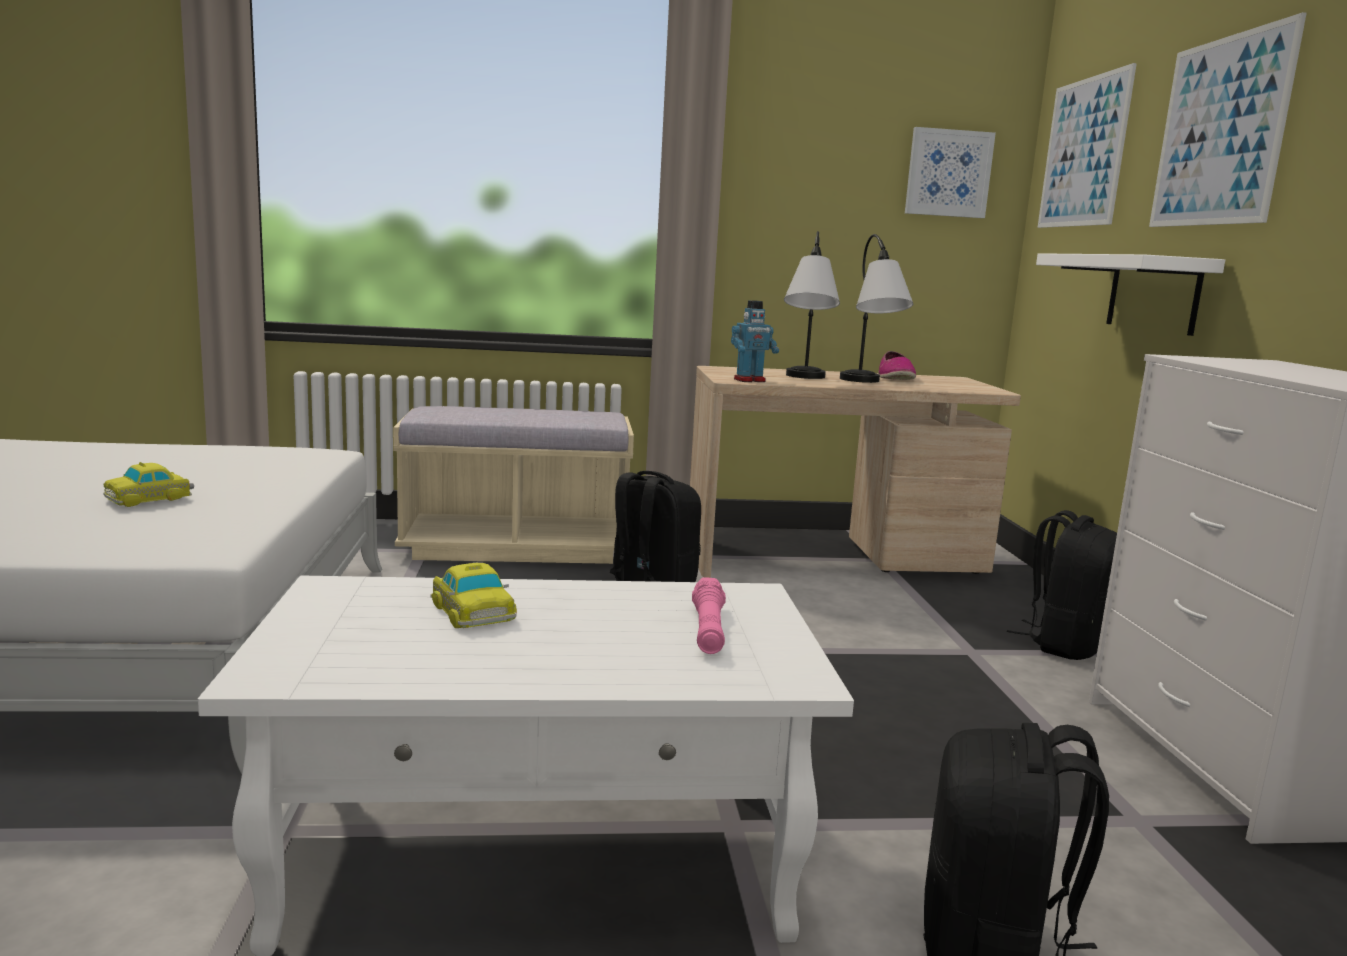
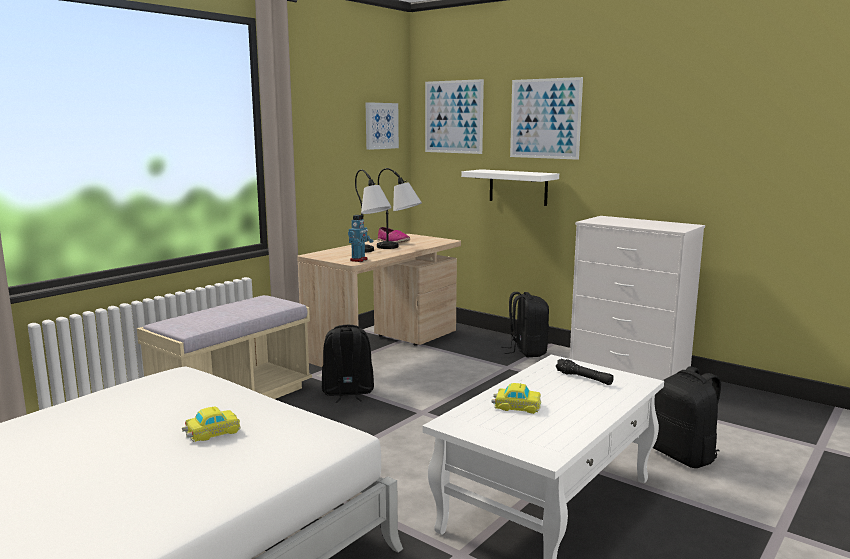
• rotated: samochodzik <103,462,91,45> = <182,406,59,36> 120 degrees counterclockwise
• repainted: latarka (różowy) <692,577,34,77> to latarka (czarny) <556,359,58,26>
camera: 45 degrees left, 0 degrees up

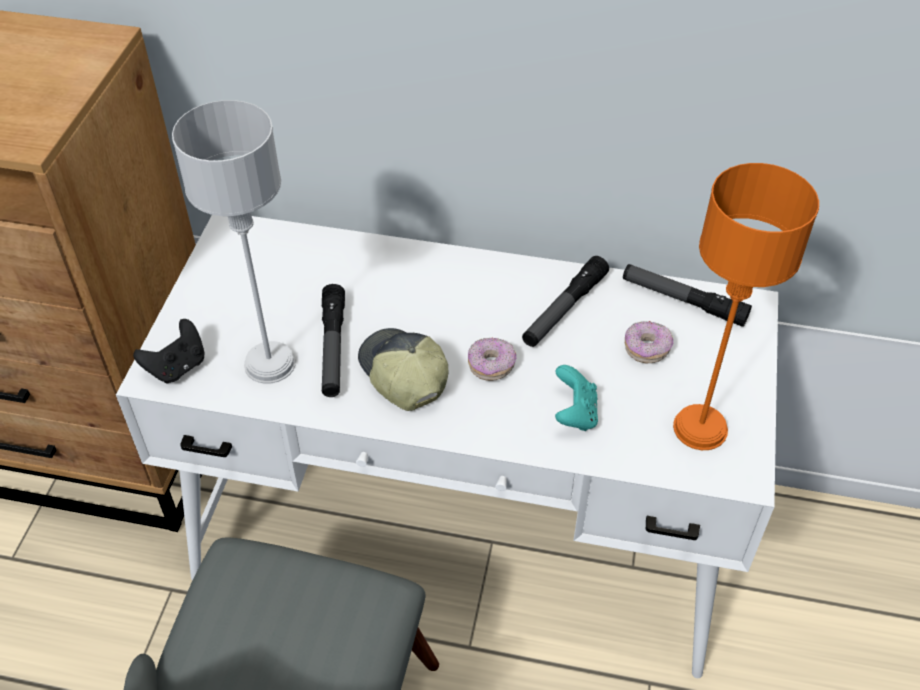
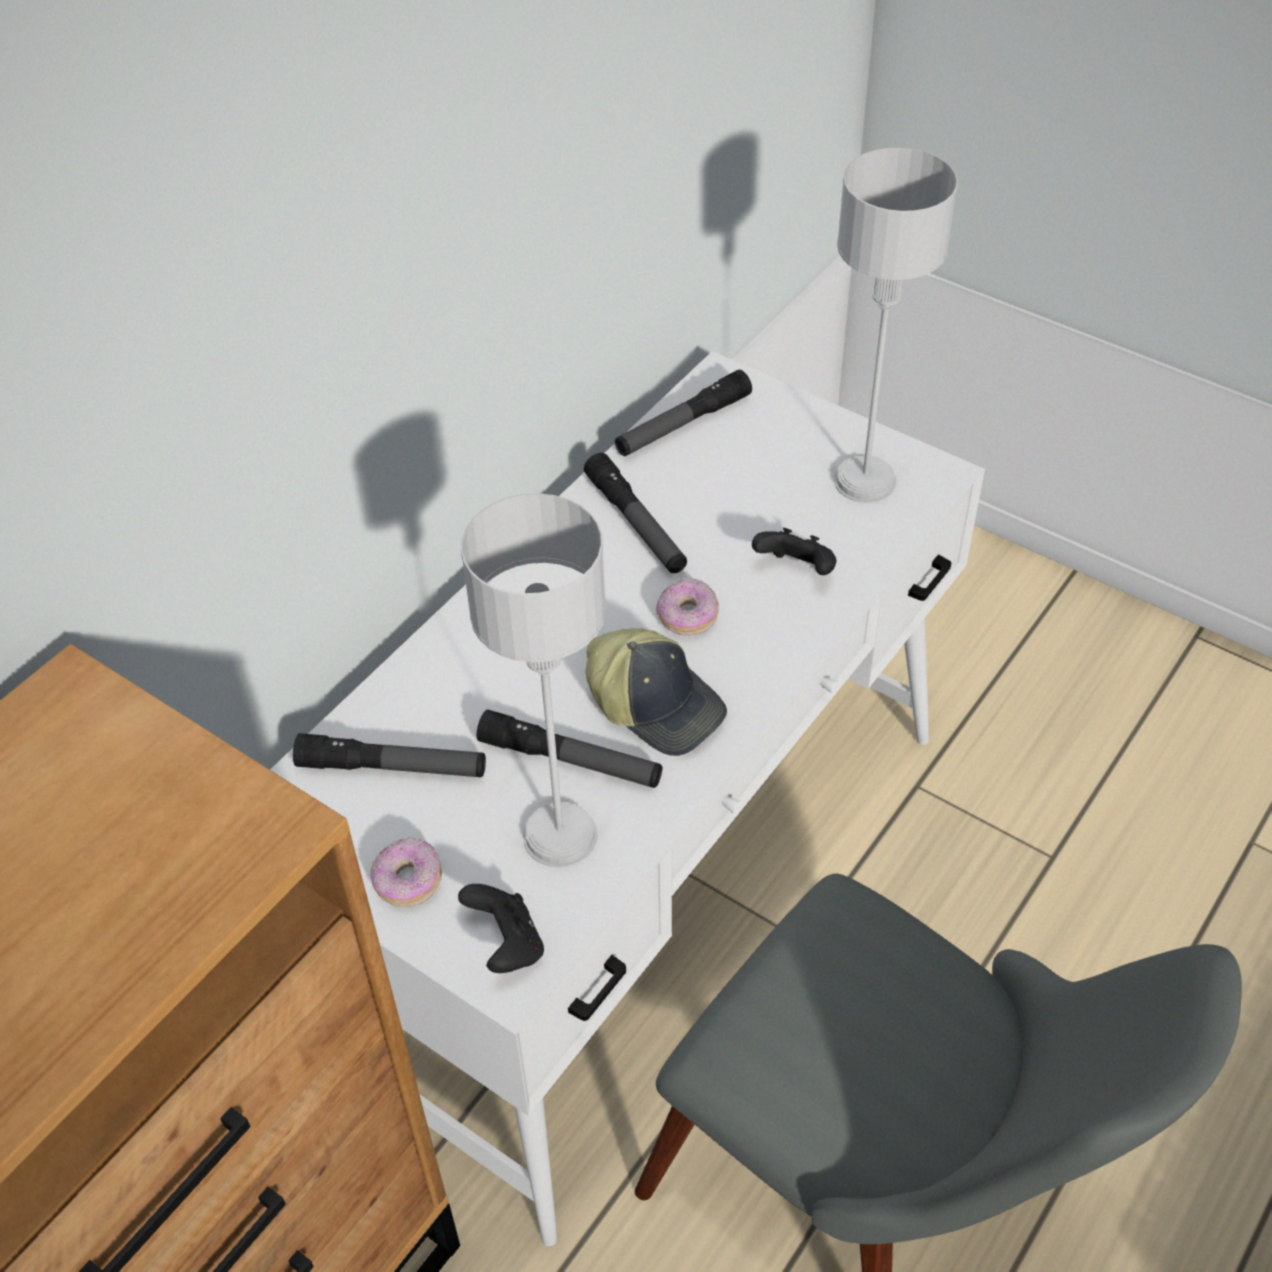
• new: latarka <293,733,193,44>
• shifted: donut <625,321,48,42> to <370,837,72,71>
• rotated: czapka z daszkiem <358,328,90,83> = <586,628,141,128> 135 degrees counterclockwise
• repainted: pad do gier (turkusowy) <555,365,43,66> to pad do gier (czarny) <752,528,84,47>
• repainted: lampa stołowa (pomarańczowy) <673,163,146,287> to lampa stołowa (szary) <834,147,124,356>
camera: 65 degrees left, 0 degrees up

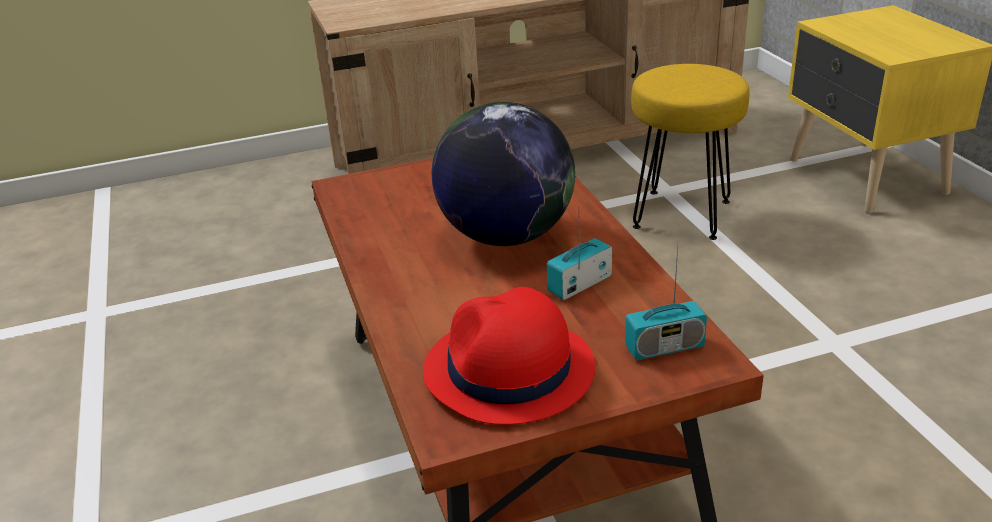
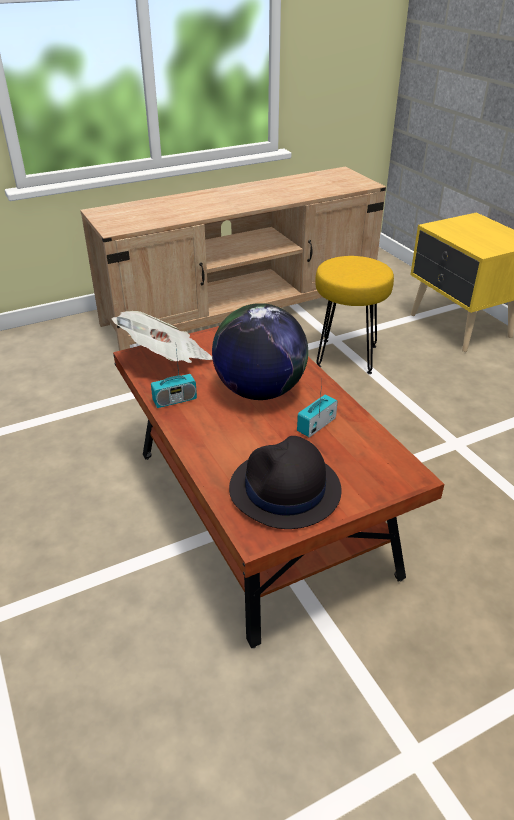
• new: gazeta <111,311,101,52>
• shifted: radio <625,248,82,112> to <151,349,46,59>
• repainted: kapelusz (czerwony) <423,287,172,138> to kapelusz (czarny) <229,436,112,93>
camera: 10 degrees left, 5 degrees up

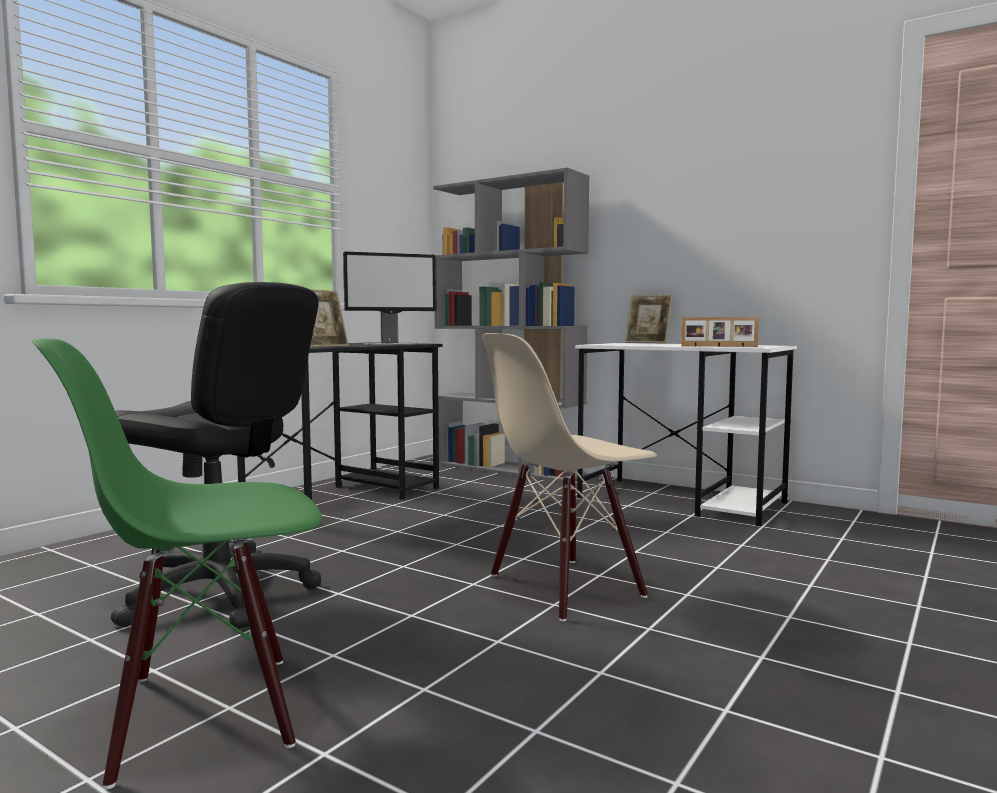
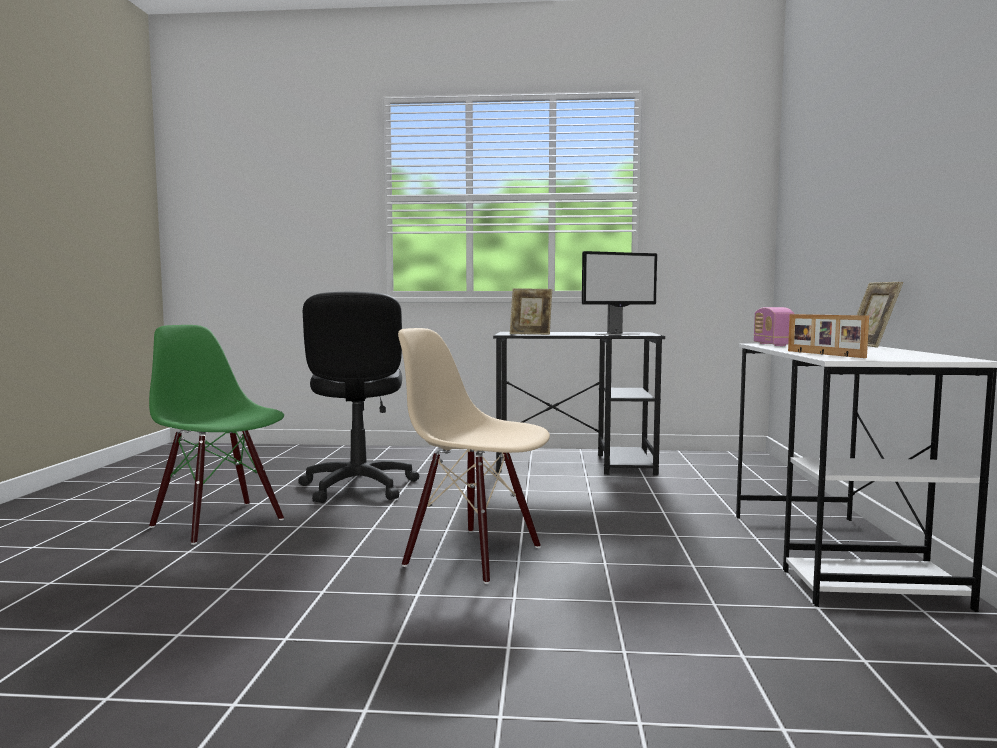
• rotated: monitor <343,252,93,93> = <582,251,75,84> 60 degrees counterclockwise
• new: radio <754,307,40,39>
• gone: regał (szary) <433,168,157,315>
camera: 60 degrees right, 0 degrees up

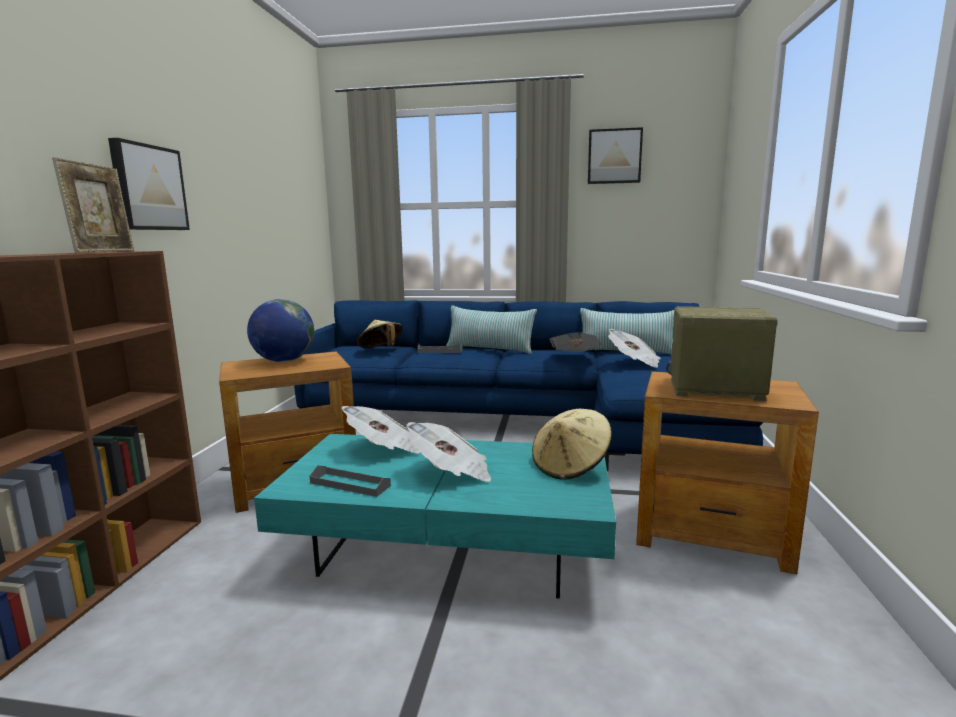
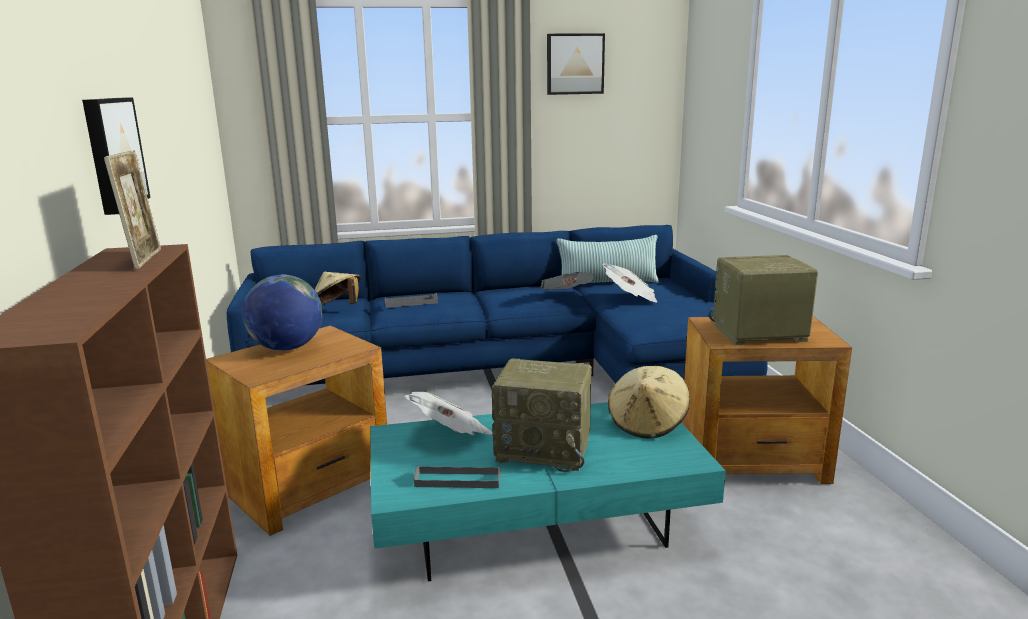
• swapped: gazeta <406,422,85,60> to radio <492,358,100,114>
• gone: poduszka <446,306,91,48>
camera: 20 degrees left, 5 degrees up

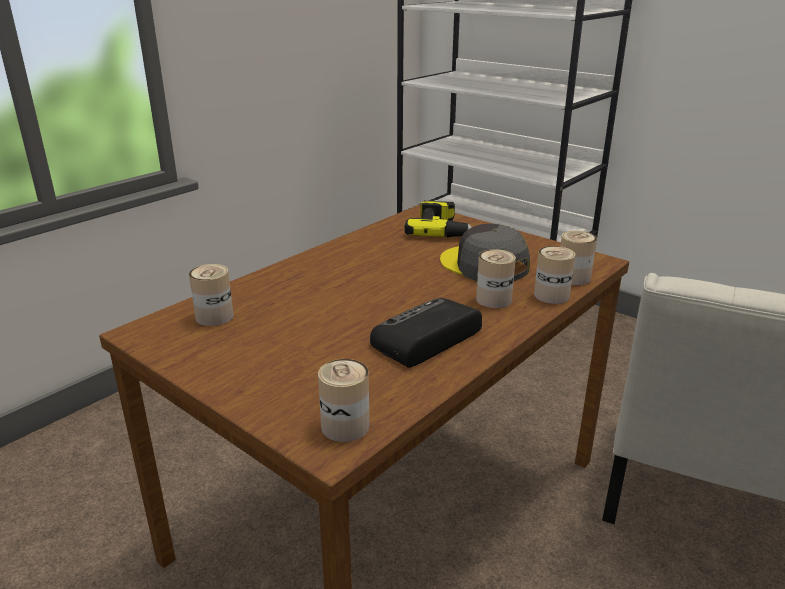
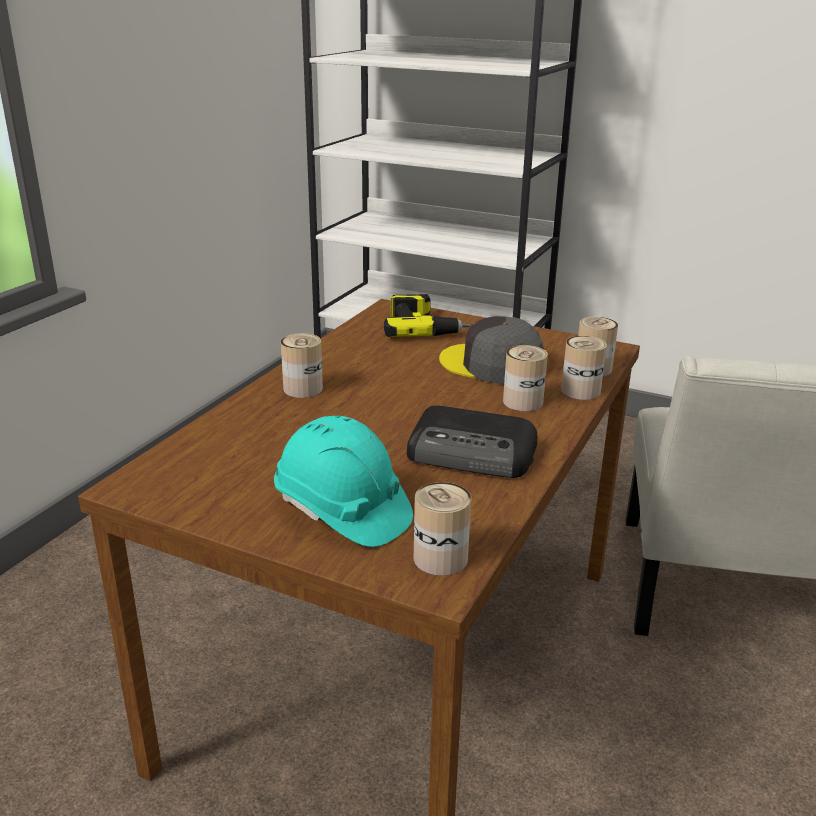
• new: kask (turkusowy) <274,416,139,131>
• shifted: puszka <189,264,45,62> to <281,333,42,65>
• rotated: radio <370,298,112,70> = <407,405,130,73> 105 degrees counterclockwise
camera: 15 degrees left, 0 degrees up

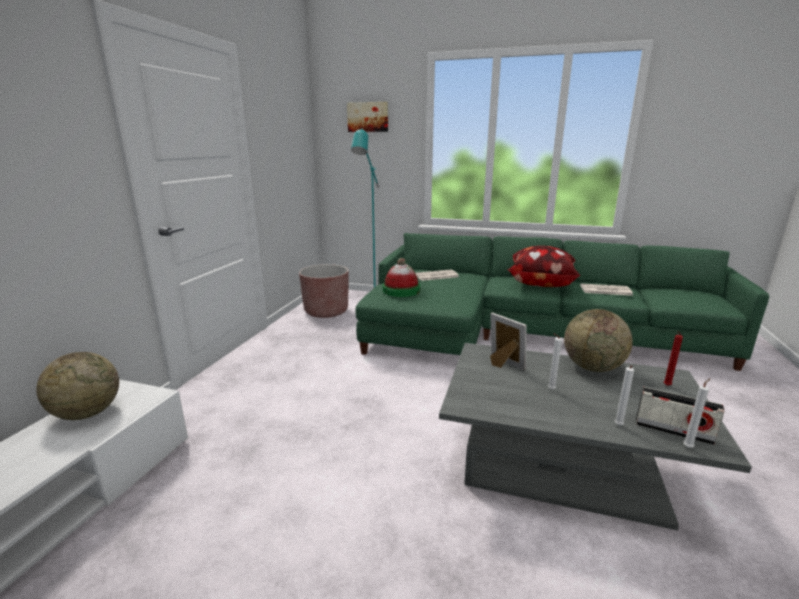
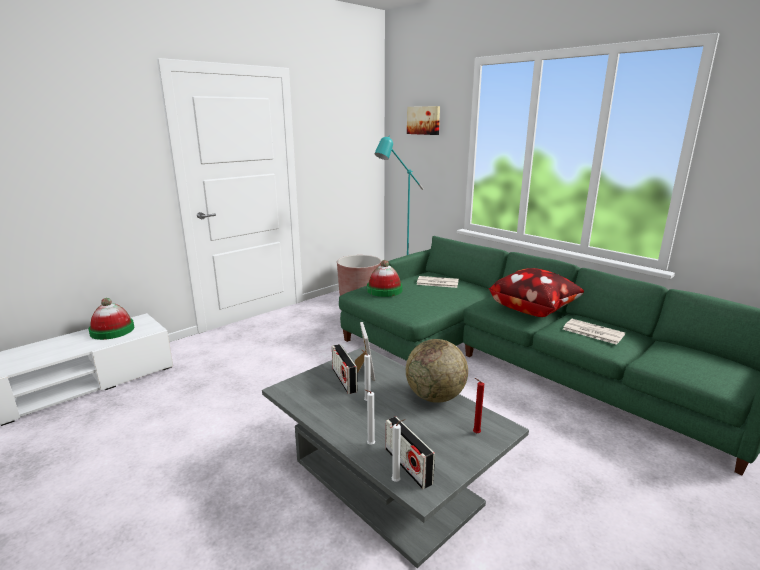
• swapped: globus <36,352,83,68> to kapelusz <89,298,46,42>
• new: radio <332,344,26,50>
camera: 30 degrees right, 0 degrees up

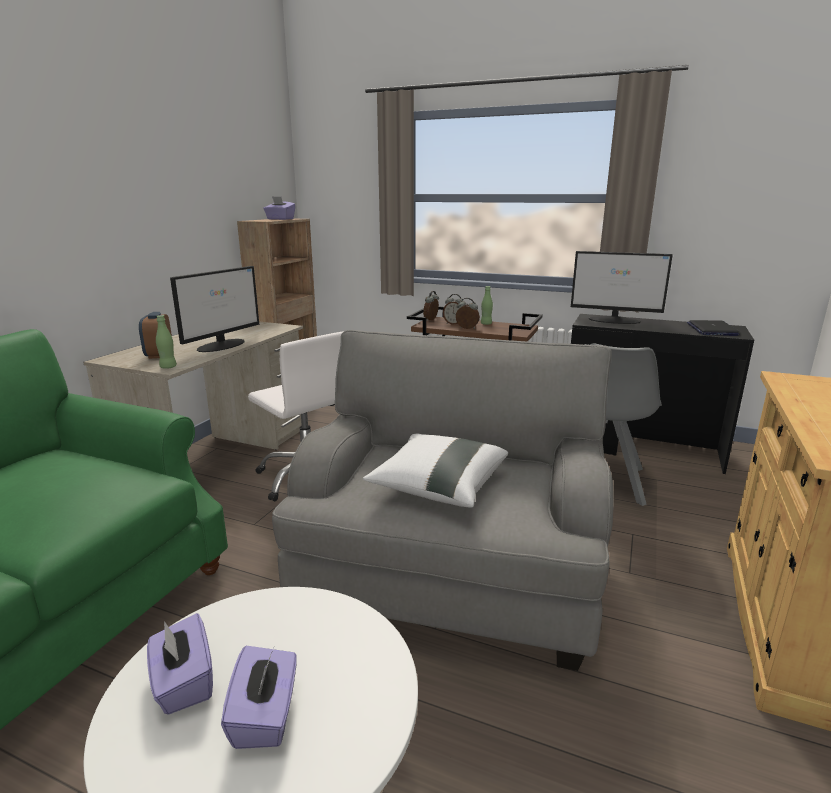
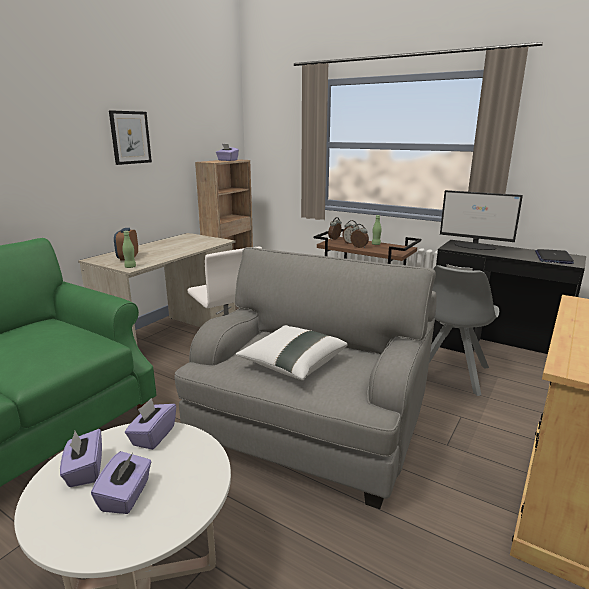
• new: obraz <109,110,43,55>
• new: pudełko chusteczek (fioletowy) <125,398,51,52>
• gone: monitor <170,266,89,86>
camera: 10 degrees right, 0 degrees up

